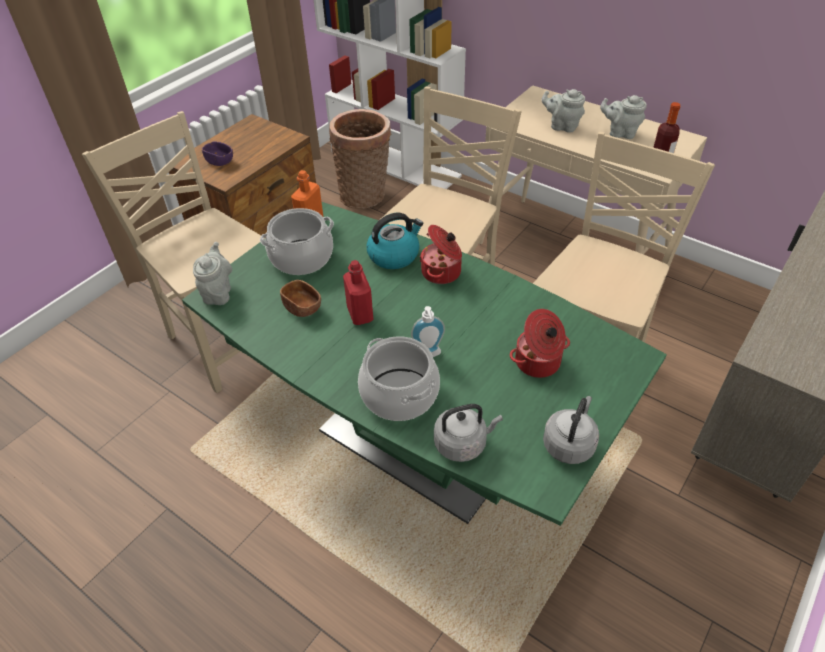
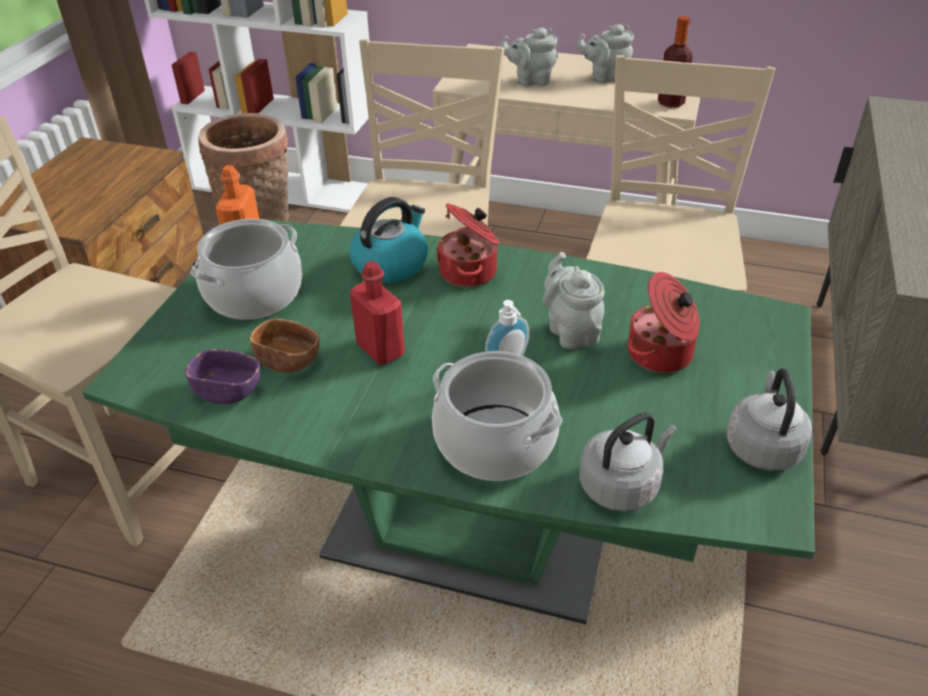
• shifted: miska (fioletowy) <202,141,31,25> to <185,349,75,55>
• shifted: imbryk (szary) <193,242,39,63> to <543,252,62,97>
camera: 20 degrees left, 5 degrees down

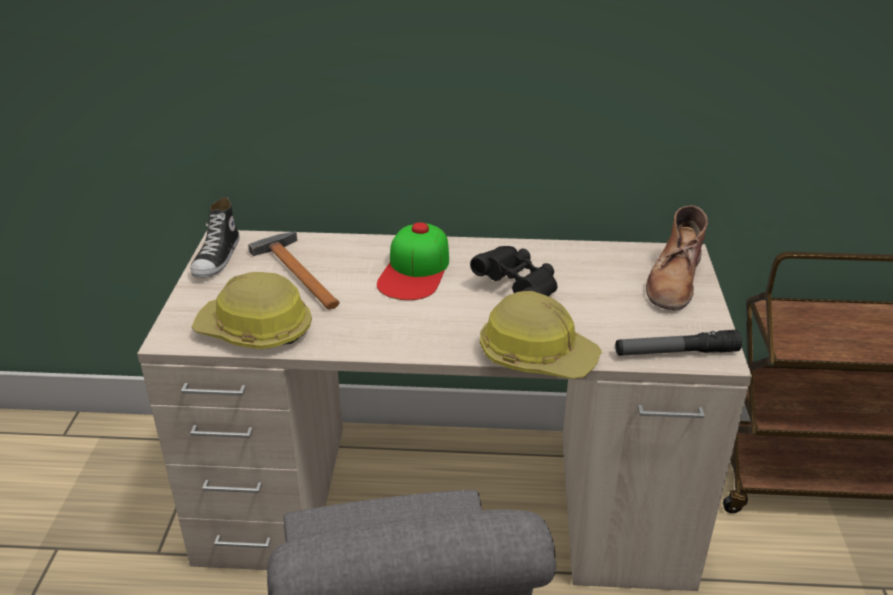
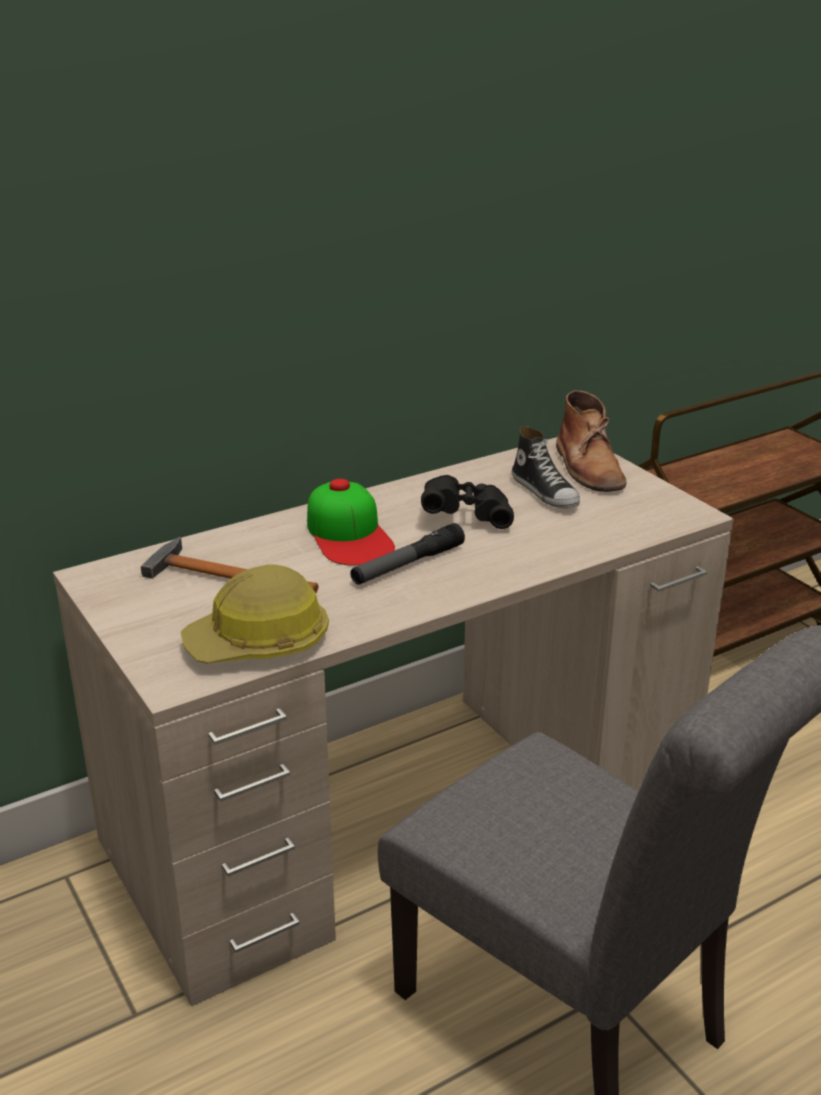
• shifted: latarka <615,330,127,26> to <350,523,115,62>
• shifted: but <190,197,50,81> to <512,426,68,82>
• gone: kask <480,291,122,88>
camera: 35 degrees left, 5 degrees down

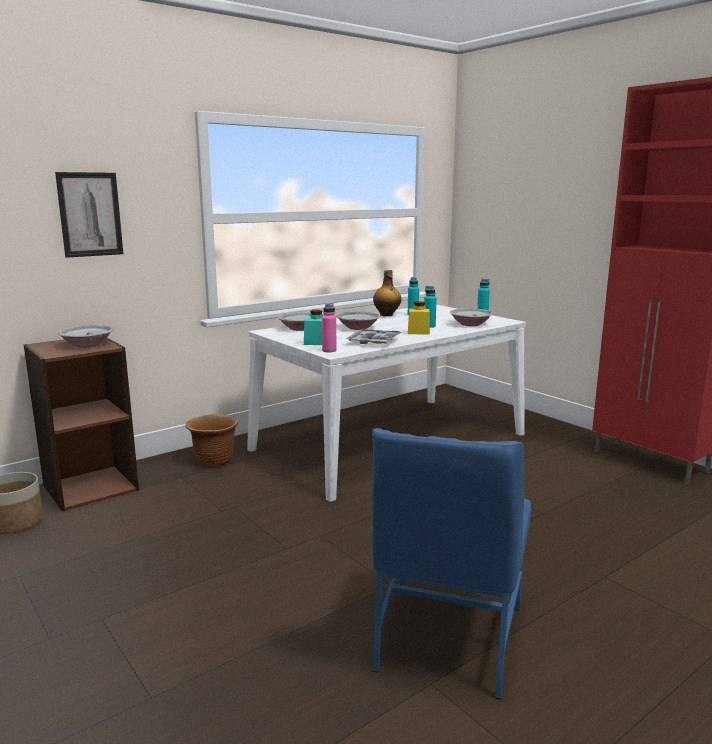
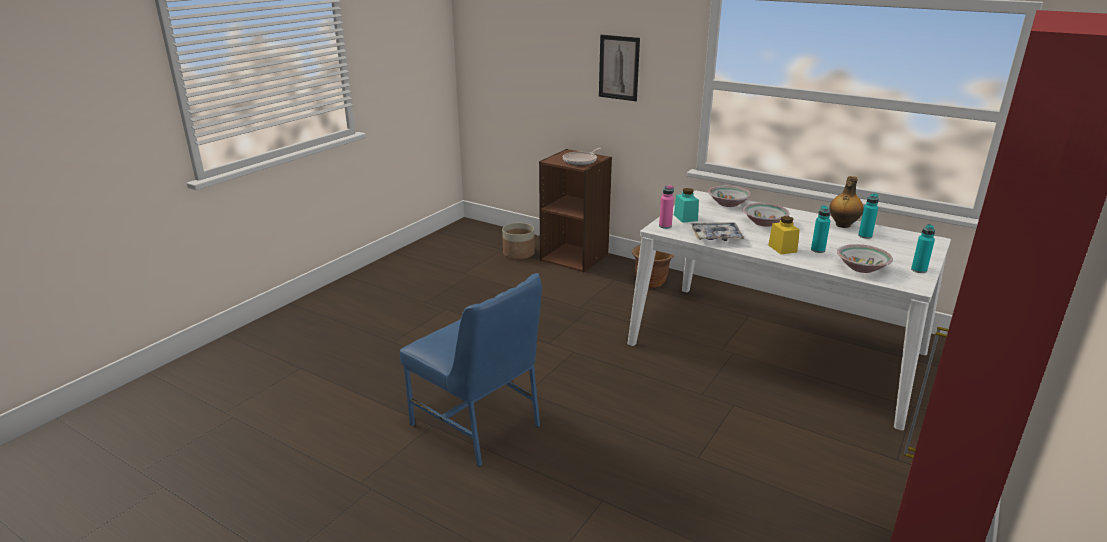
• rotated: krzesło (niebieski) <372,428,159,272> = <400,273,142,194> 135 degrees counterclockwise
• swapped: miska <58,325,56,23> to patelnia <563,148,38,17>
camera: 70 degrees right, 10 degrees up

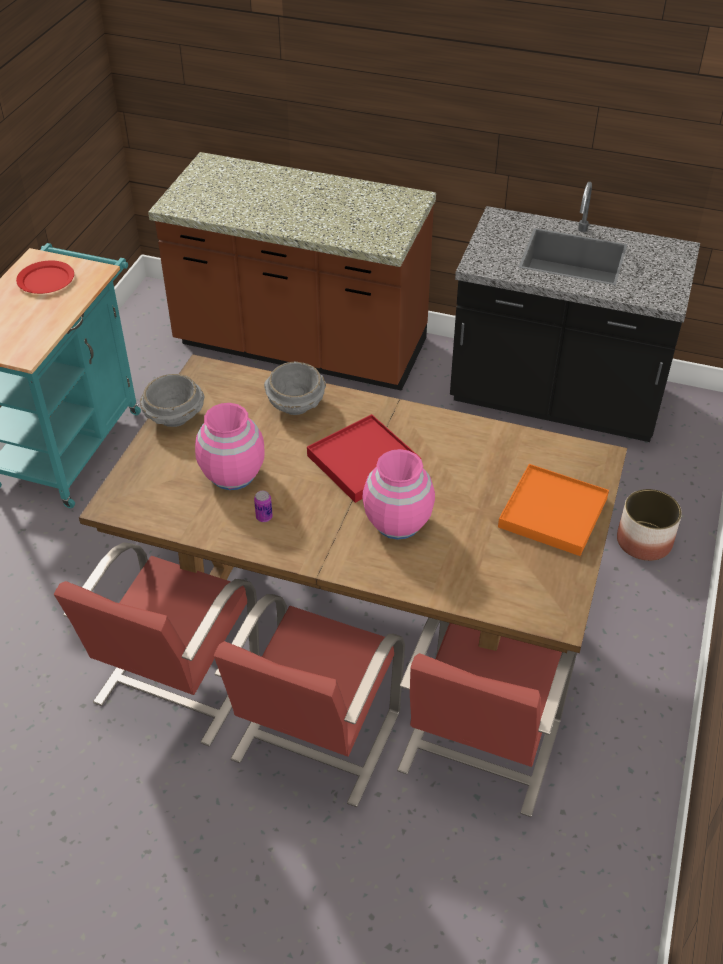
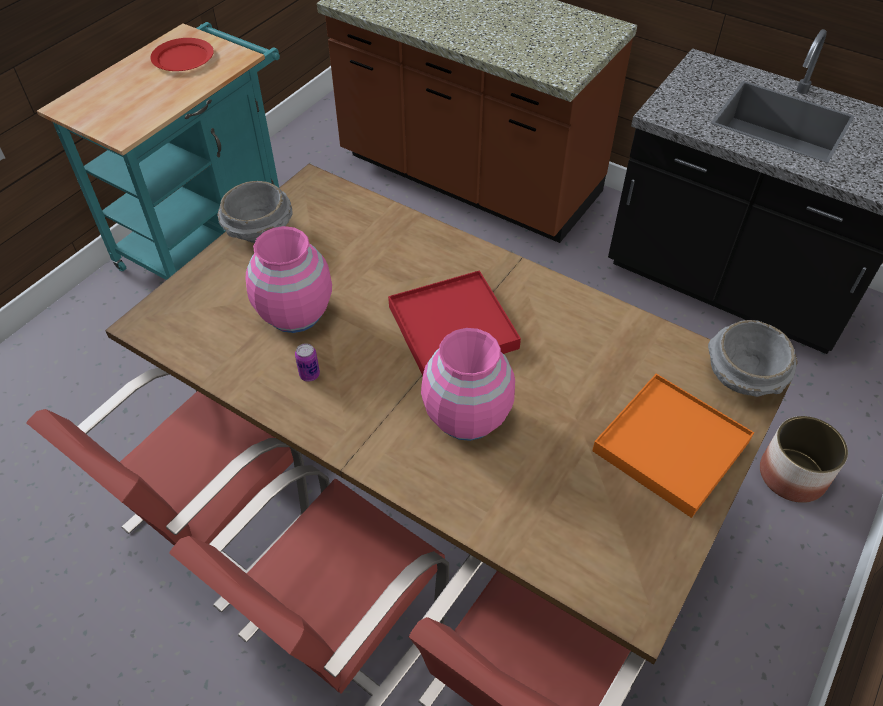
• shifted: miska (szary) <264,362,62,53> to <708,320,90,77>
camera: 15 degrees right, 5 degrees up

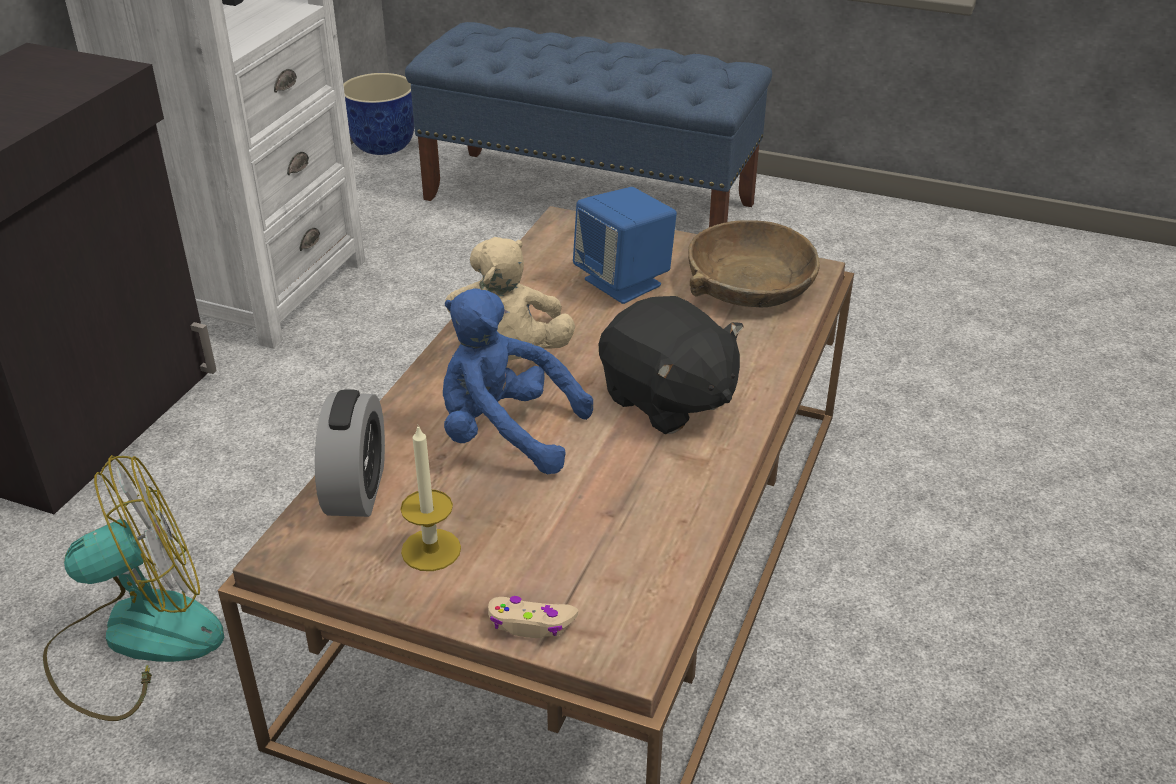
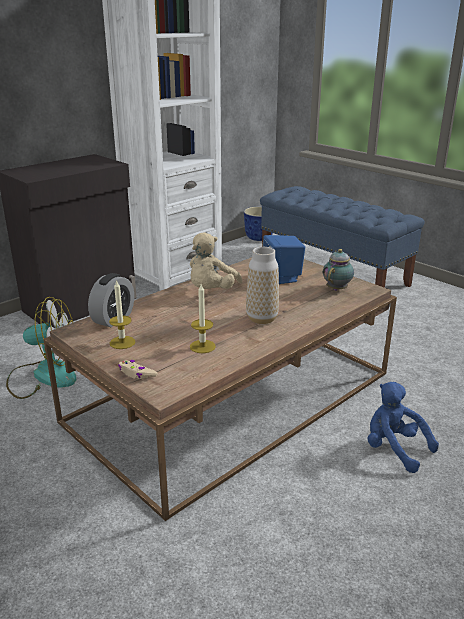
• new: świeca <190,284,26,69>
• swapped: pluszak (czarny) <599,296,145,138> to wazon <246,247,33,77>
• swapped: miska (brązowy) <688,220,132,88> to imbryk <323,249,31,42>
• shifted: pluszak (niebieski) <443,288,150,187> to <367,382,72,91>
camera: 25 degrees right, 10 degrees down

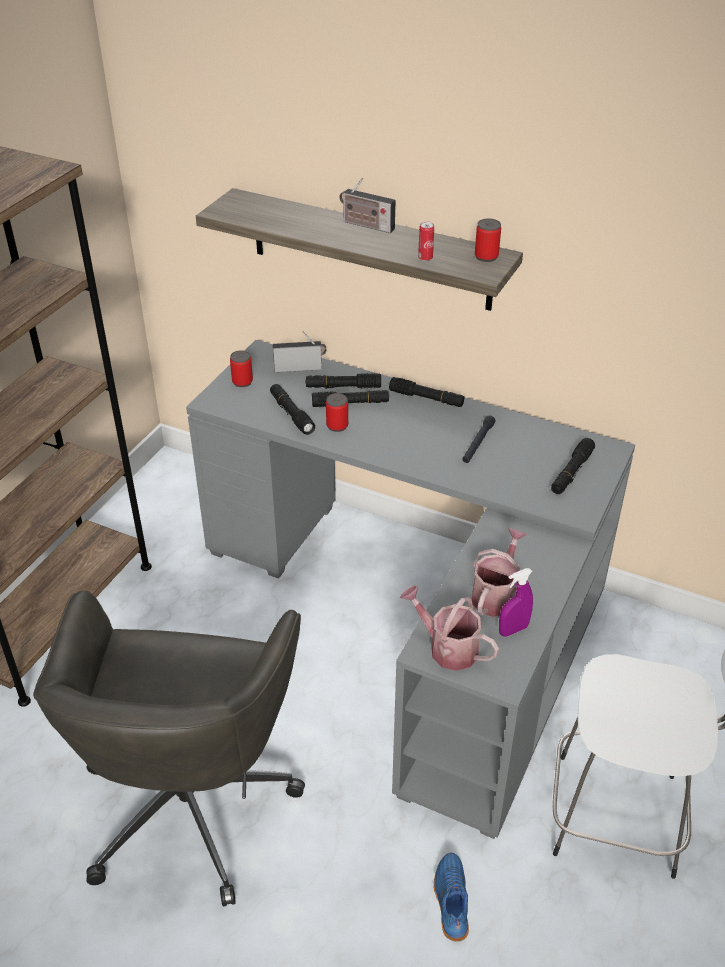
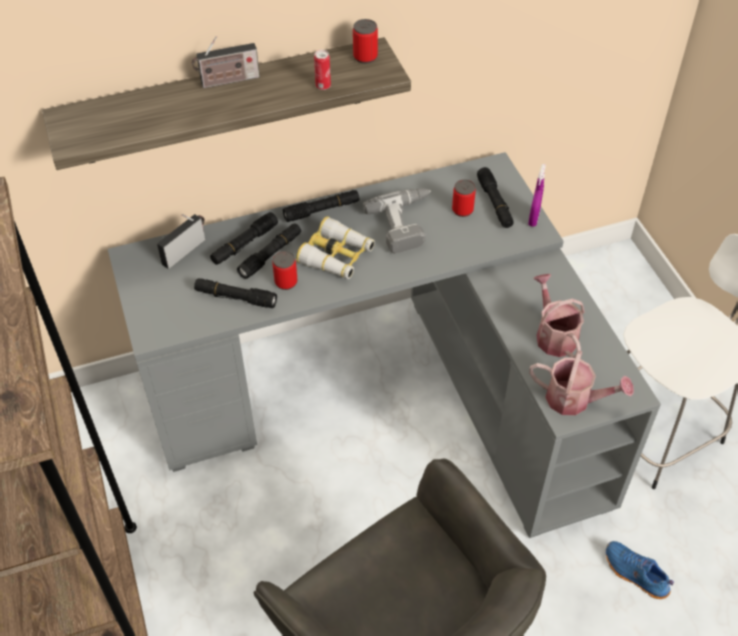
• new: lornetka <296,216,79,63>
• swapped: latarka (czarny) <462,415,34,48> to wiertarka <363,188,68,66>
• shifted: puszka <230,350,23,37> to <452,179,24,38>
• shifted: spryskiwacz (fioletowy) <499,568,34,69> to <528,164,18,63>
• rotated: konewka <400,586,99,85> = <529,350,105,65> 150 degrees counterclockwise
camera: 45 degrees left, 10 degrees up

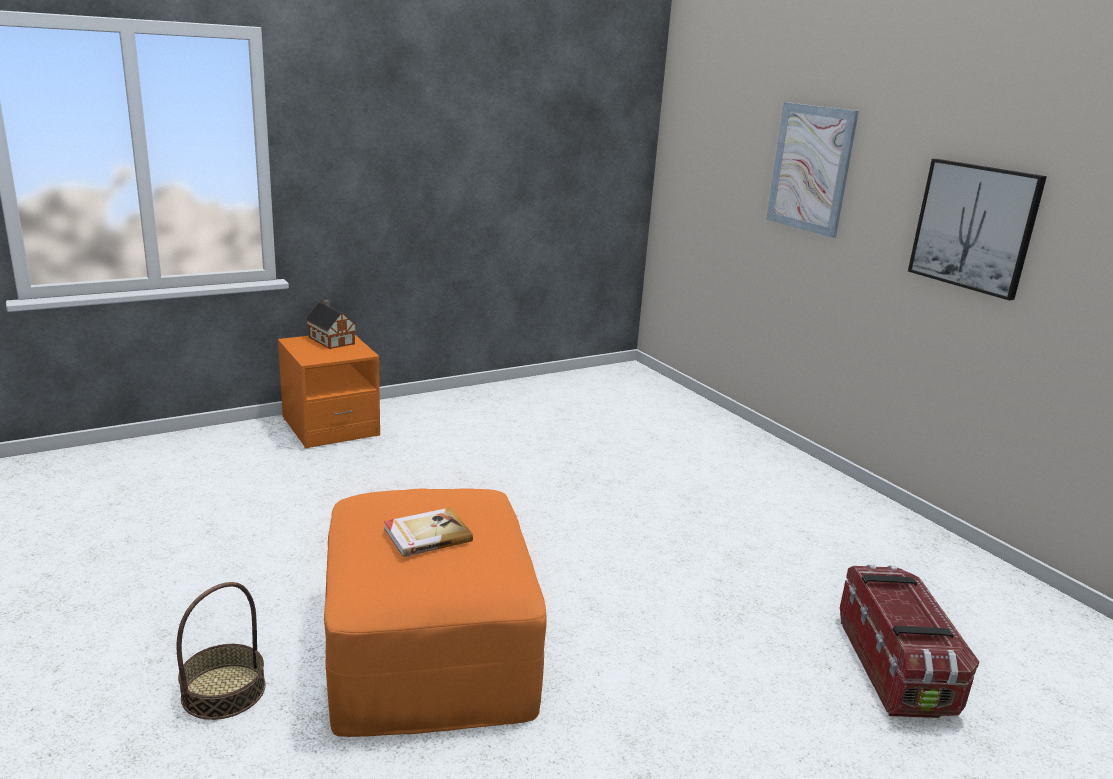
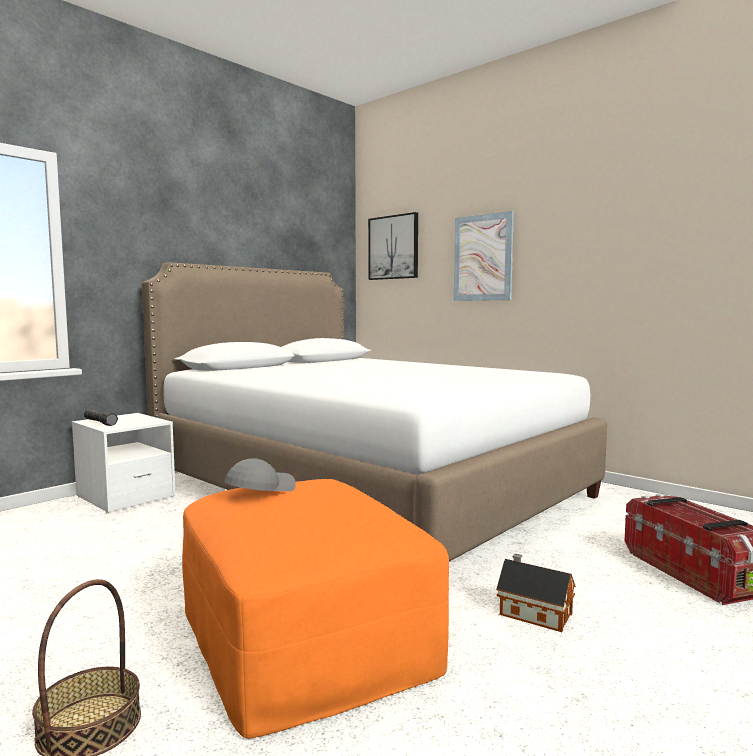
• repainted: szafka nocna (pomarańczowy) <278,335,102,114> to szafka nocna (biały) <72,413,104,100>
• new: latarka (czarny) <84,409,34,17>
• new: łóżko (biały) <142,262,465,299>
• new: czapka z daszkiem (szary) <225,458,71,33>
• shifted: obraz <908,159,139,141> to <368,212,50,68>
• shifted: domek <305,300,52,49> to <496,553,80,79>
• gone: książka <384,508,89,49>
camera: 15 degrees left, 15 degrees down

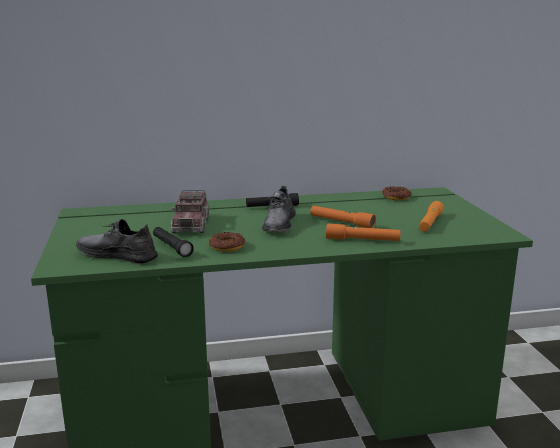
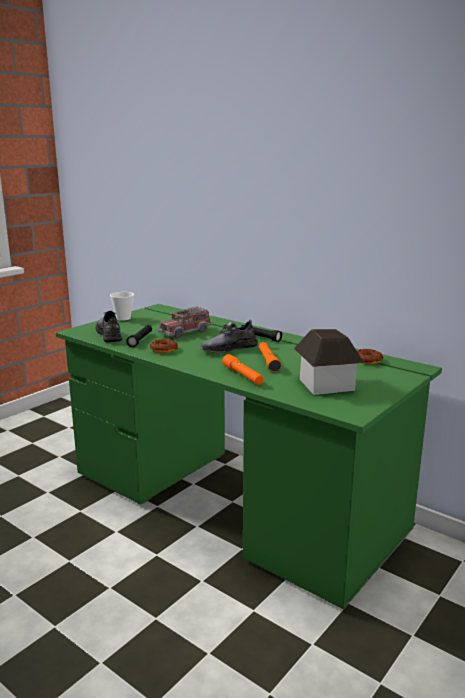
• new: filiżanka <110,292,24,29>
• swapped: latarka (pomarańczowy) <419,201,25,31> to domek <294,329,70,66>
camera: 50 degrees right, 0 degrees up

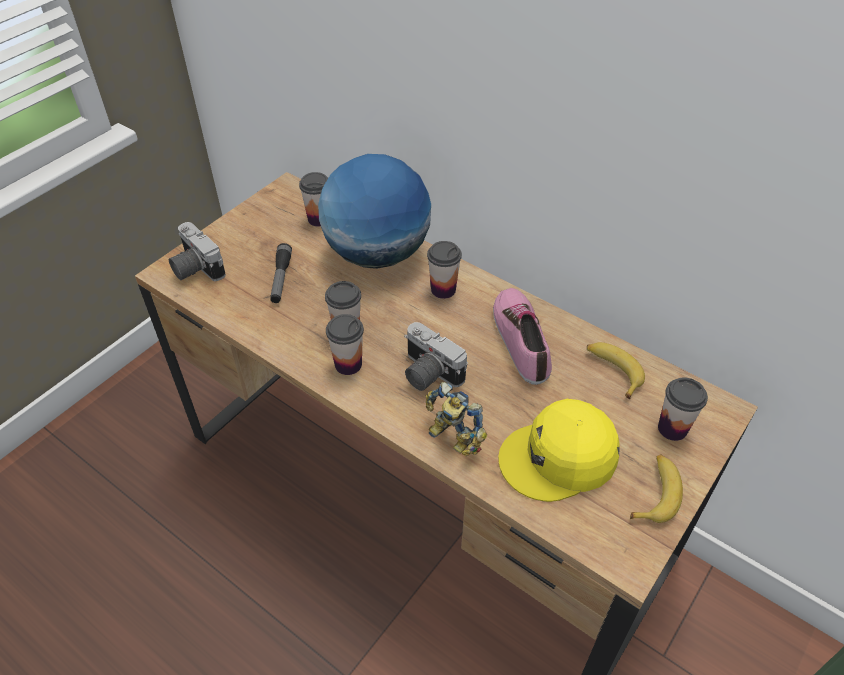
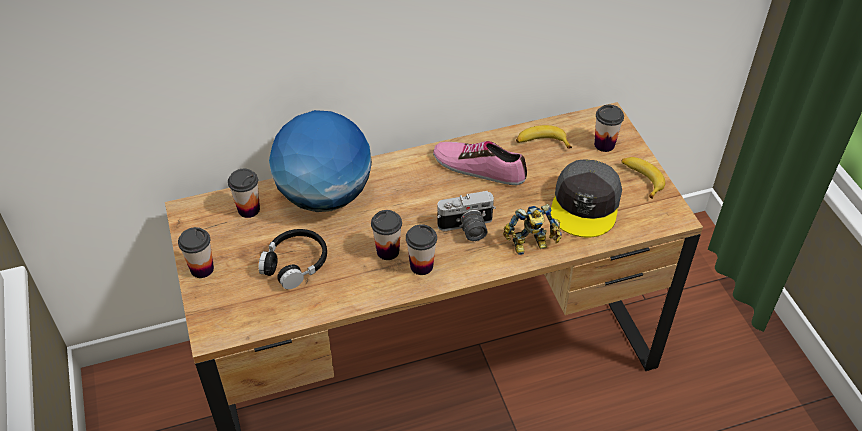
• shifted: filiżanka <427,241,35,58> to <178,227,36,51>
• swapped: latarka <270,243,22,60> to słuchawki (czarny) <259,229,68,60>
• repainted: czapka z daszkiem (żółty) <498,399,122,103> to czapka z daszkiem (szary) <551,159,71,79>
• gone: aparat fotograficzny <169,222,57,59>
camera: 55 degrees left, 0 degrees up

